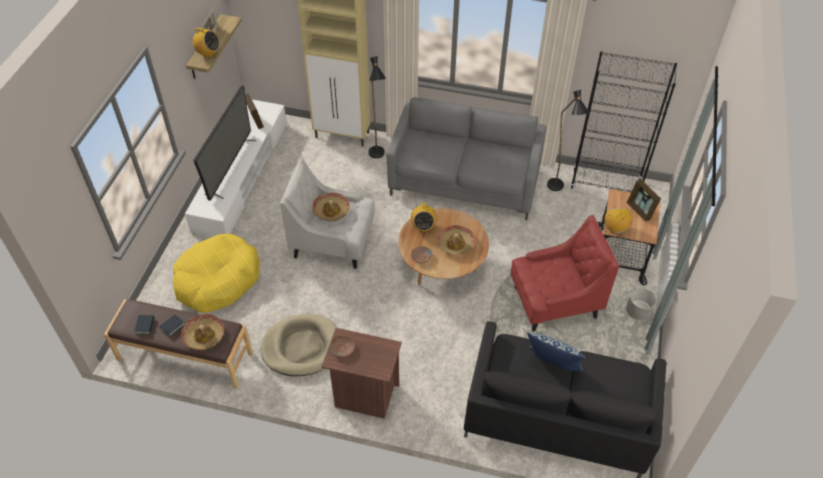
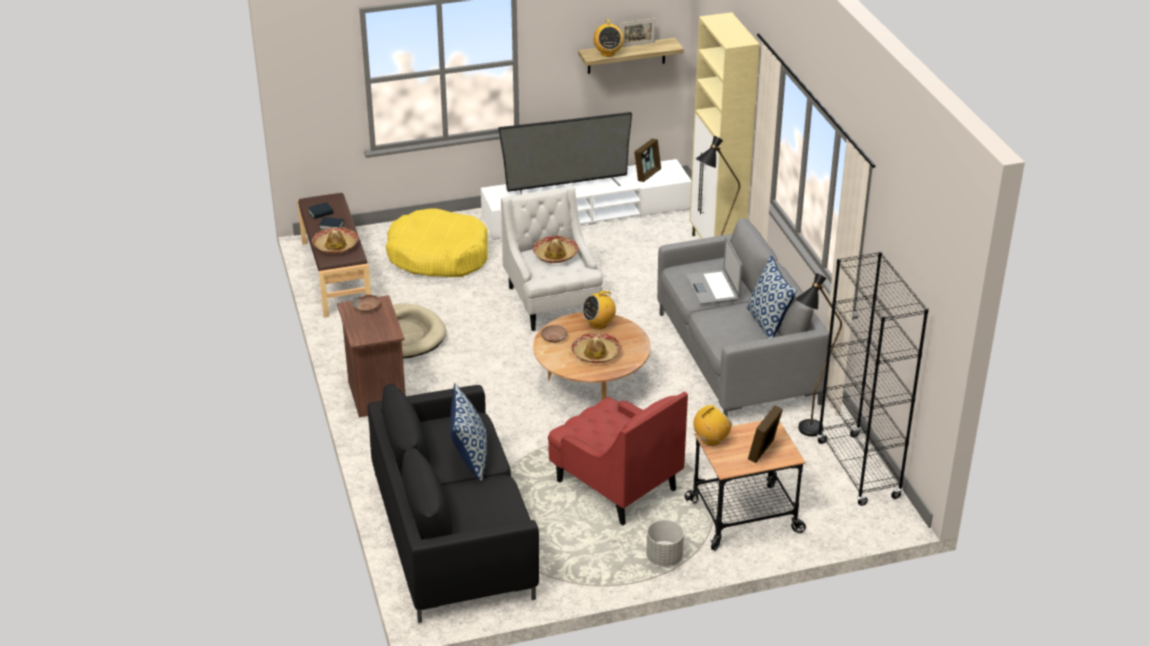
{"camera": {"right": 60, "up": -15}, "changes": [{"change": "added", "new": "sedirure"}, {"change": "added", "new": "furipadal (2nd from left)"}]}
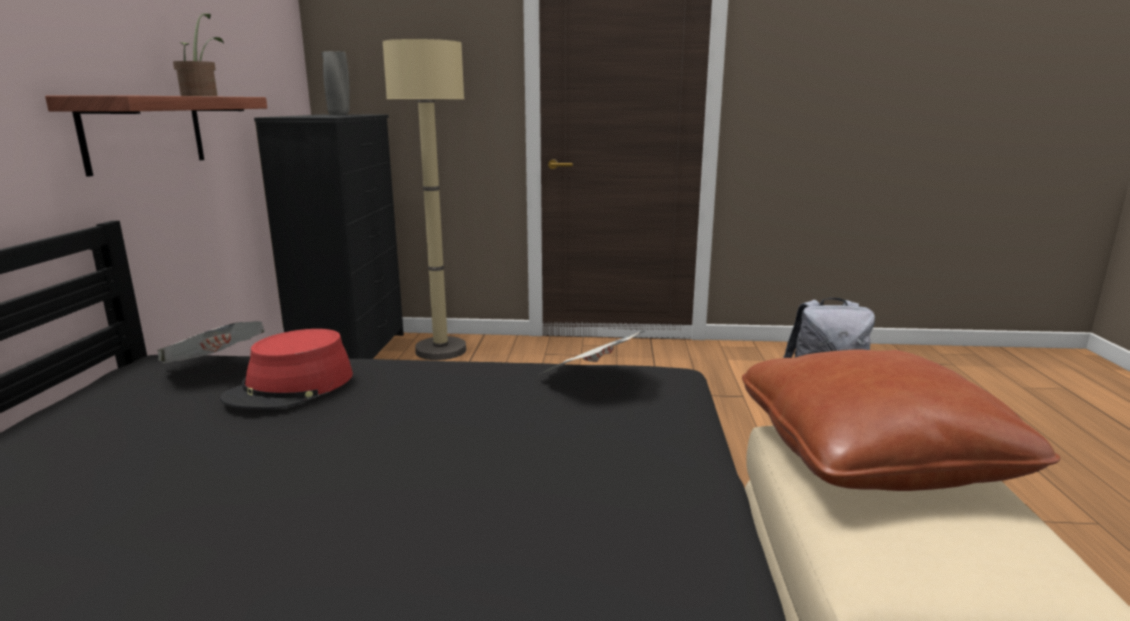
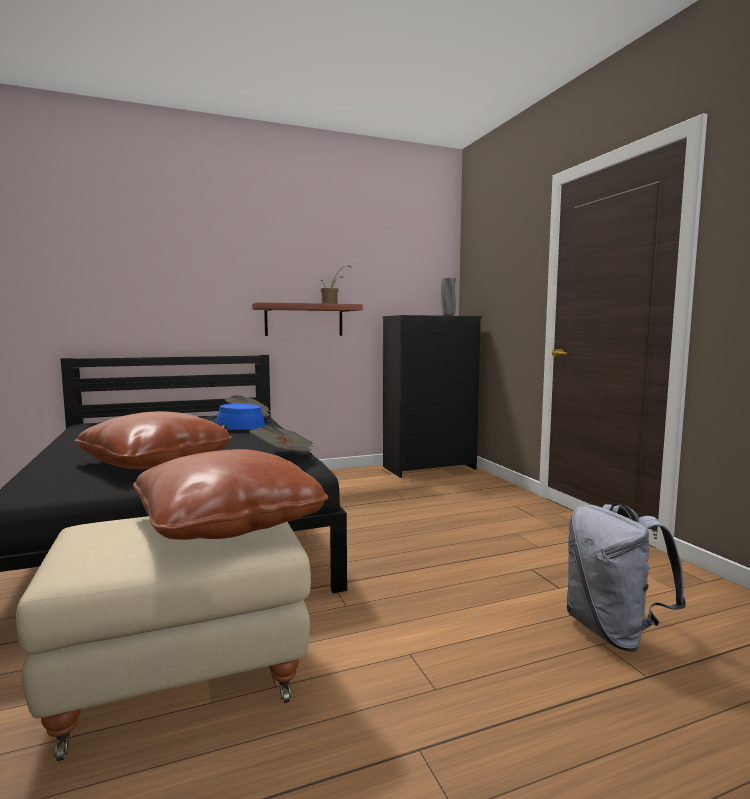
{"camera": {"right": 65, "up": -10}, "changes": [{"change": "removed", "old": "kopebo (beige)"}, {"change": "recoloured", "old": "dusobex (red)", "new": "dusobex (blue)"}, {"change": "added", "new": "furipadal (brown) (1st from left)"}]}
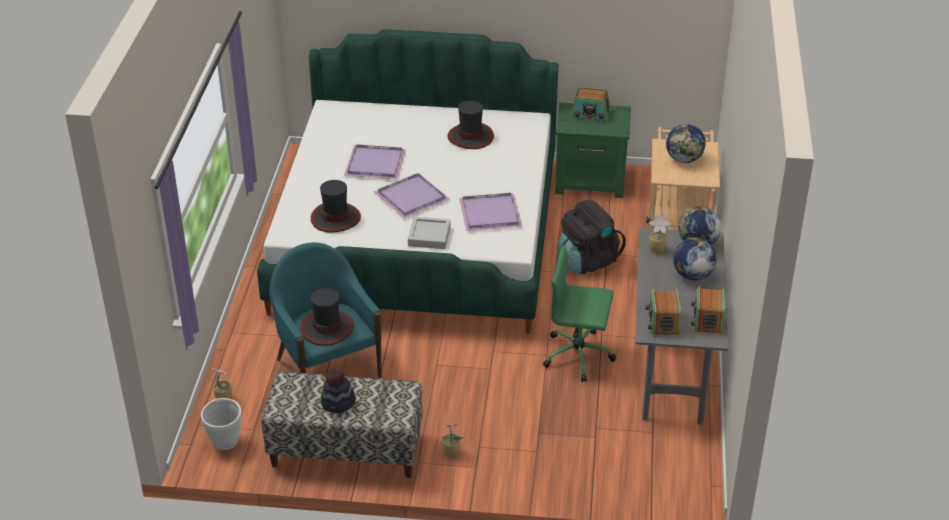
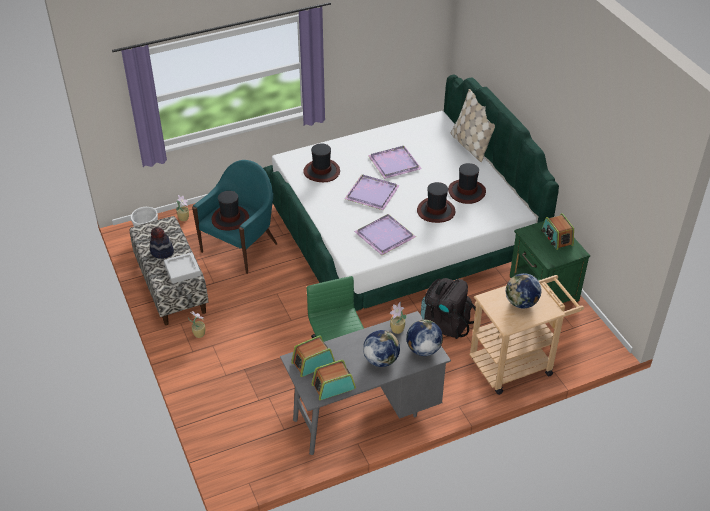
{"camera": {"right": 60, "up": 5}, "changes": [{"change": "moved", "old": "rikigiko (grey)"}, {"change": "added", "new": "furipadal (beige)"}, {"change": "added", "new": "dusobex (4th from left)"}]}
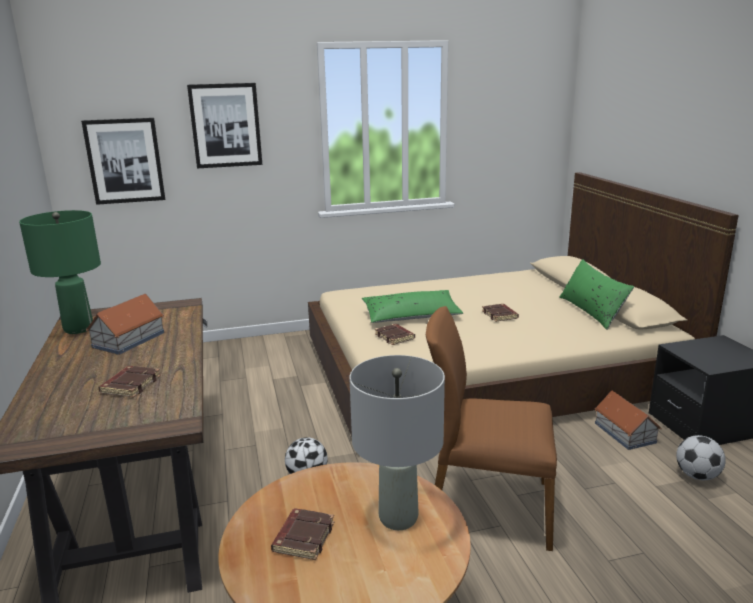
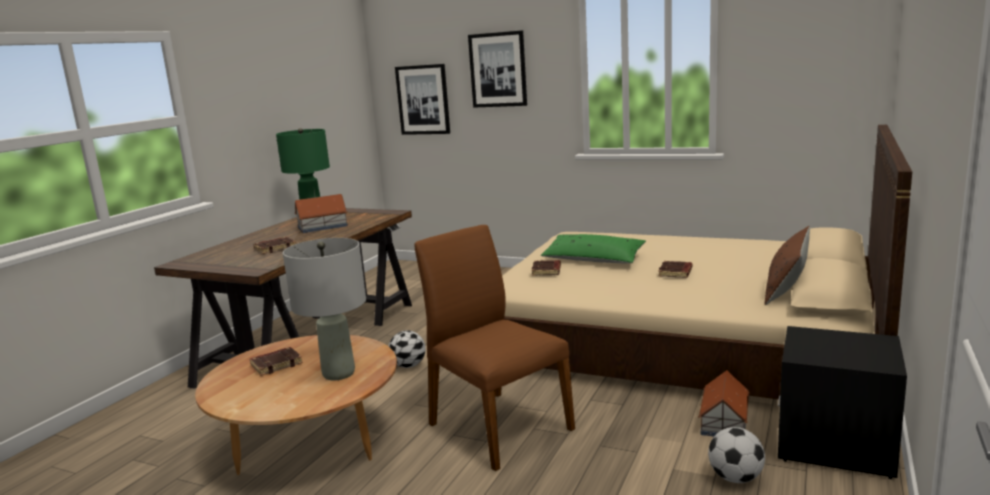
{"camera": {"right": 40, "up": -5}, "changes": [{"change": "recoloured", "old": "furipadal (green) (2nd from left)", "new": "furipadal (brown)"}]}
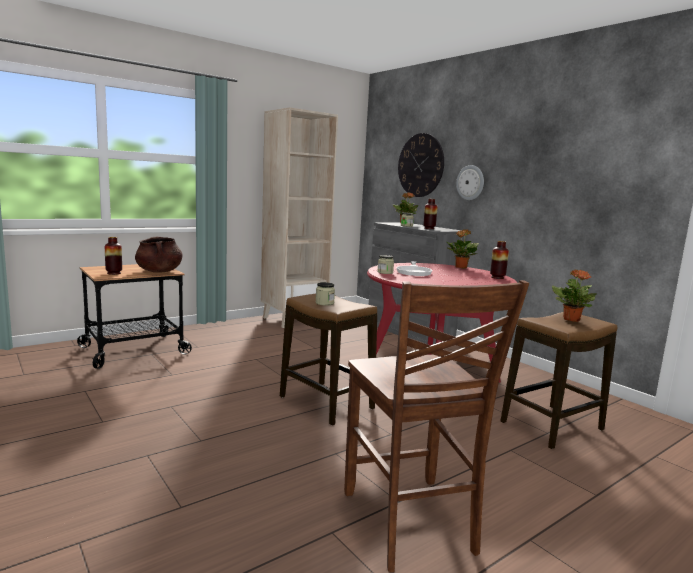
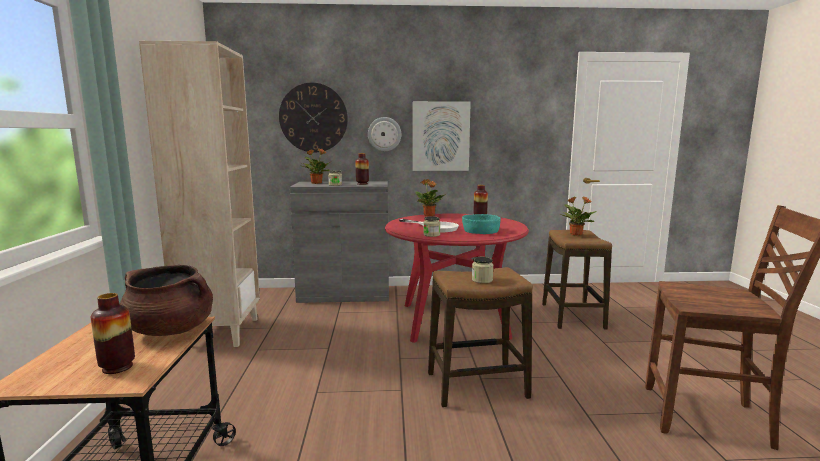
{"camera": {"right": -55, "up": 0}, "changes": [{"change": "added", "new": "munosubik"}, {"change": "added", "new": "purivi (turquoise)"}]}
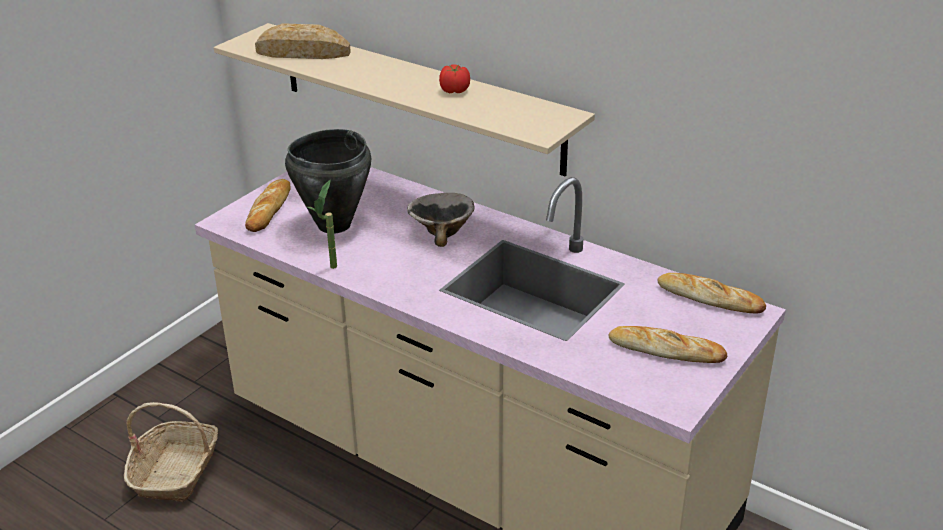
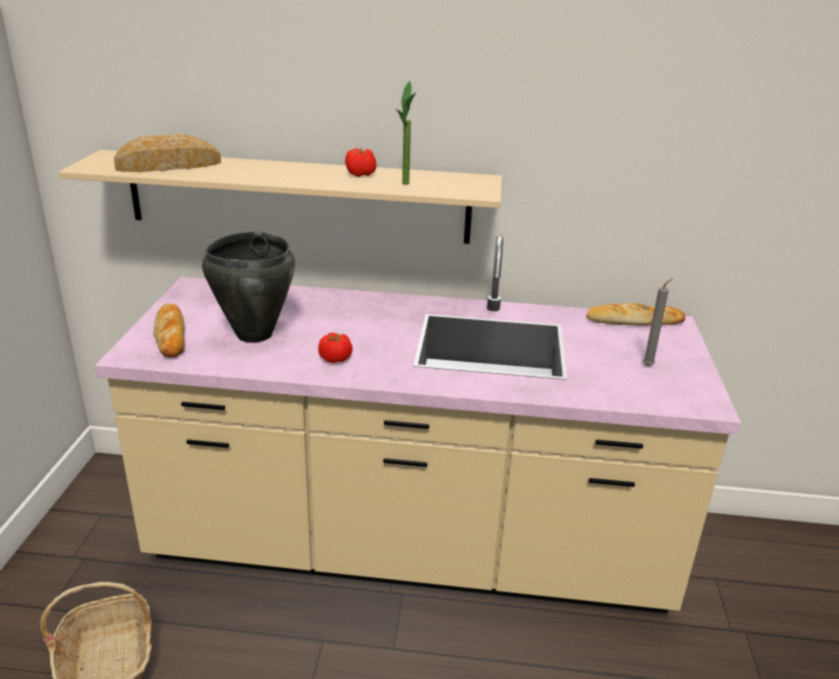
{"camera": {"right": -30, "up": -5}, "changes": [{"change": "moved", "old": "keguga"}, {"change": "removed", "old": "purivi"}, {"change": "replaced", "old": "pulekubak (3rd from left)", "new": "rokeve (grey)"}, {"change": "added", "new": "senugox (1st from left)"}]}
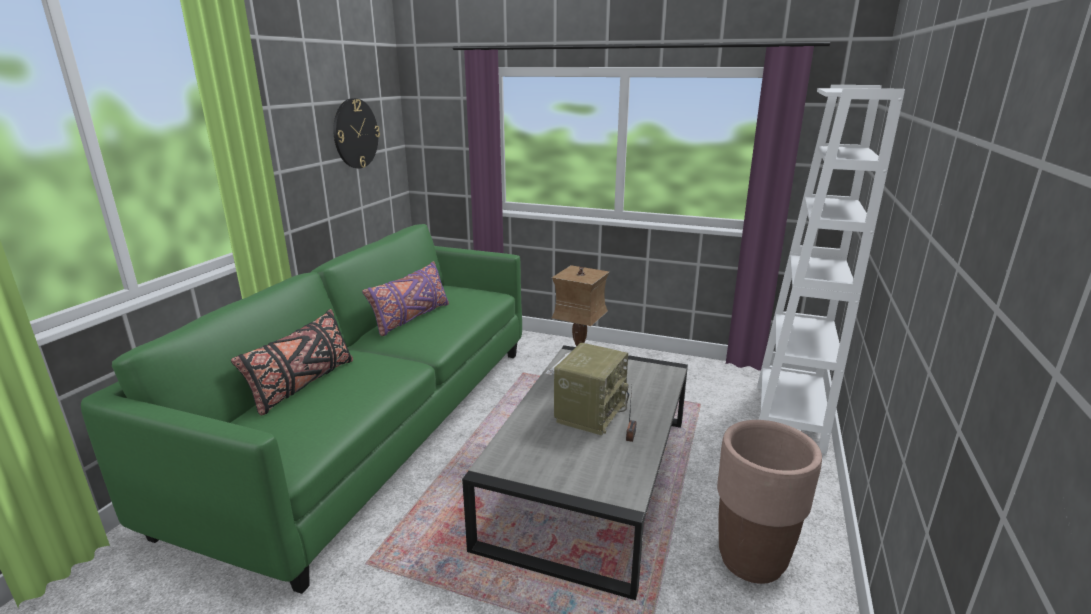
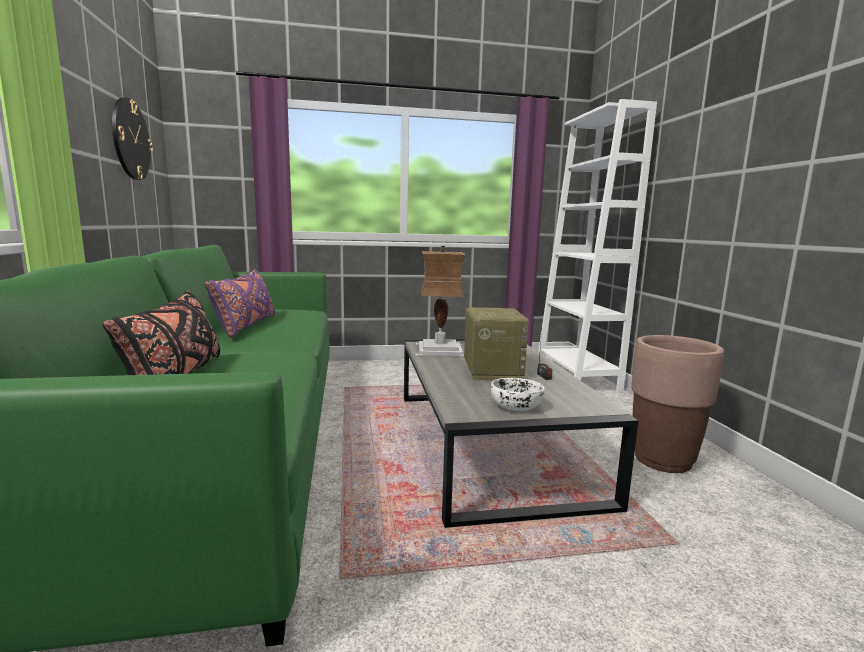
{"camera": {"right": -30, "up": -10}, "changes": [{"change": "added", "new": "purivi (white)"}]}
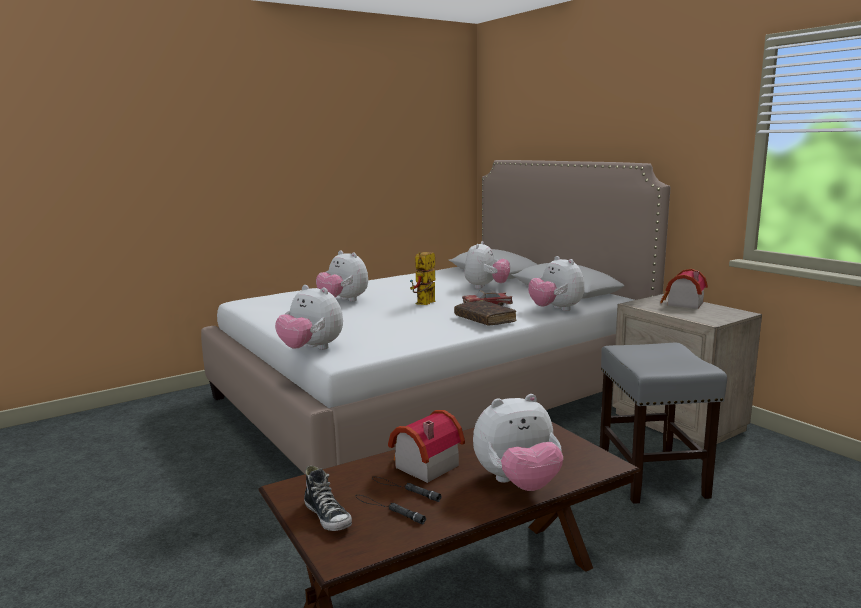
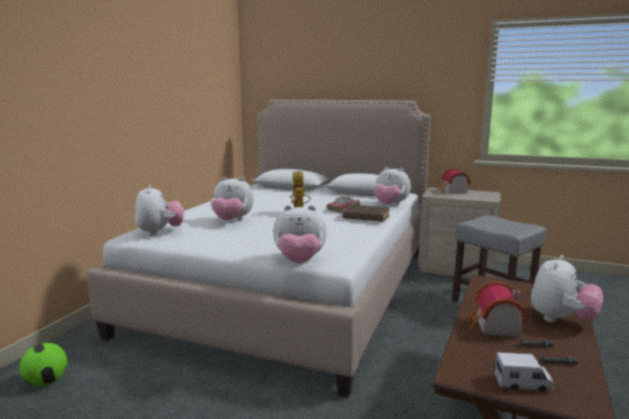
{"camera": {"right": -35, "up": 0}, "changes": [{"change": "moved", "old": "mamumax (3rd from left in the first image)", "new": "mamumax (1st from left)"}, {"change": "replaced", "old": "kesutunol", "new": "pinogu"}, {"change": "added", "new": "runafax"}]}
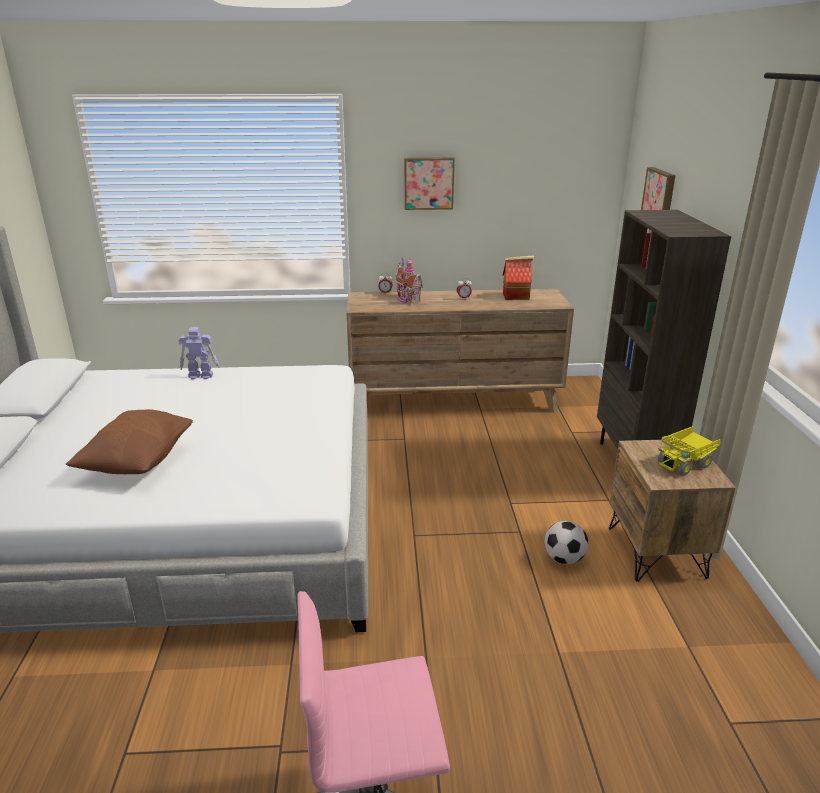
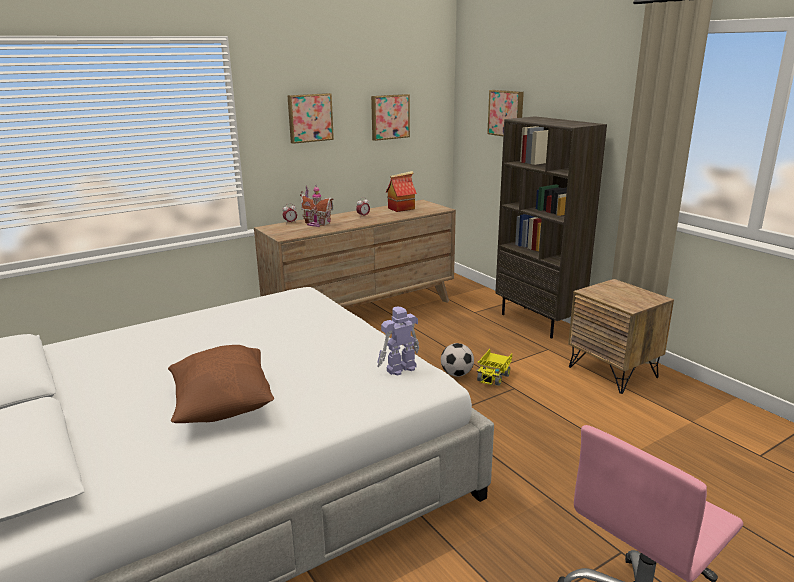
{"camera": {"right": -30, "up": -5}, "changes": [{"change": "moved", "old": "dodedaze"}, {"change": "moved", "old": "pinogu"}, {"change": "moved", "old": "runafax"}, {"change": "added", "new": "munosubik (2nd from left)"}]}
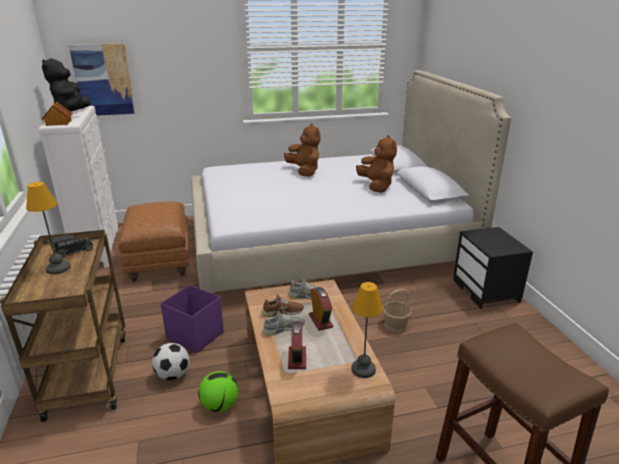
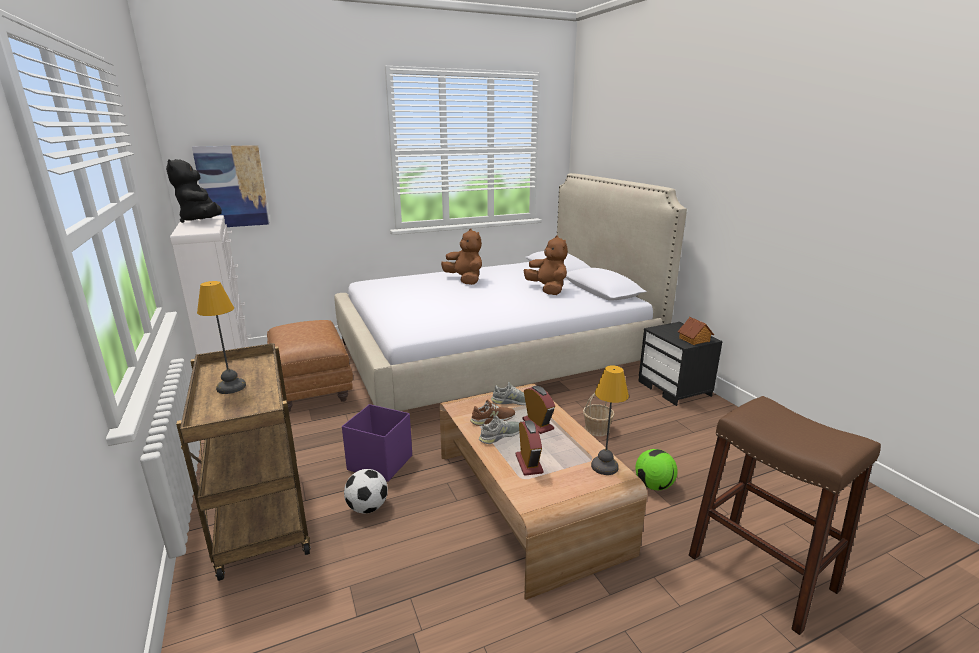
{"camera": {"right": -10, "up": -5}, "changes": [{"change": "moved", "old": "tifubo"}, {"change": "removed", "old": "pinogu"}, {"change": "moved", "old": "runafax (2nd from left)"}]}
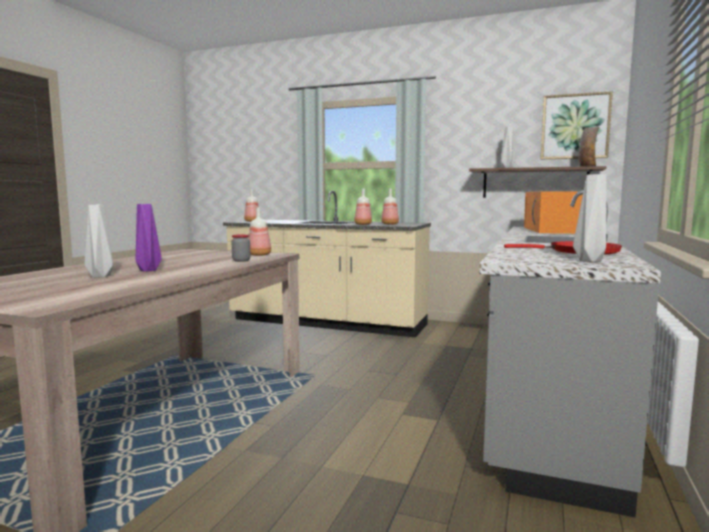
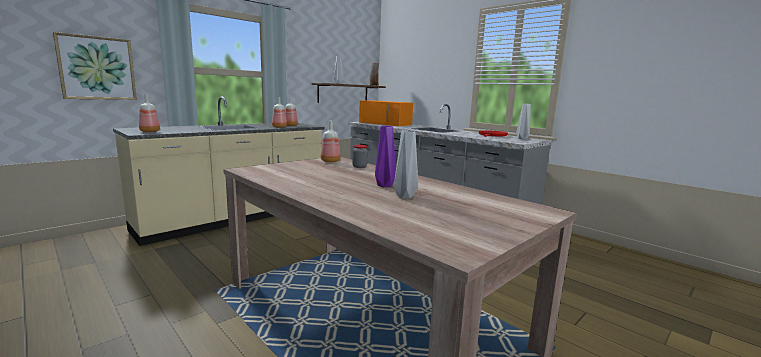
{"camera": {"right": -65, "up": 5}, "changes": [{"change": "moved", "old": "munosubik"}]}
